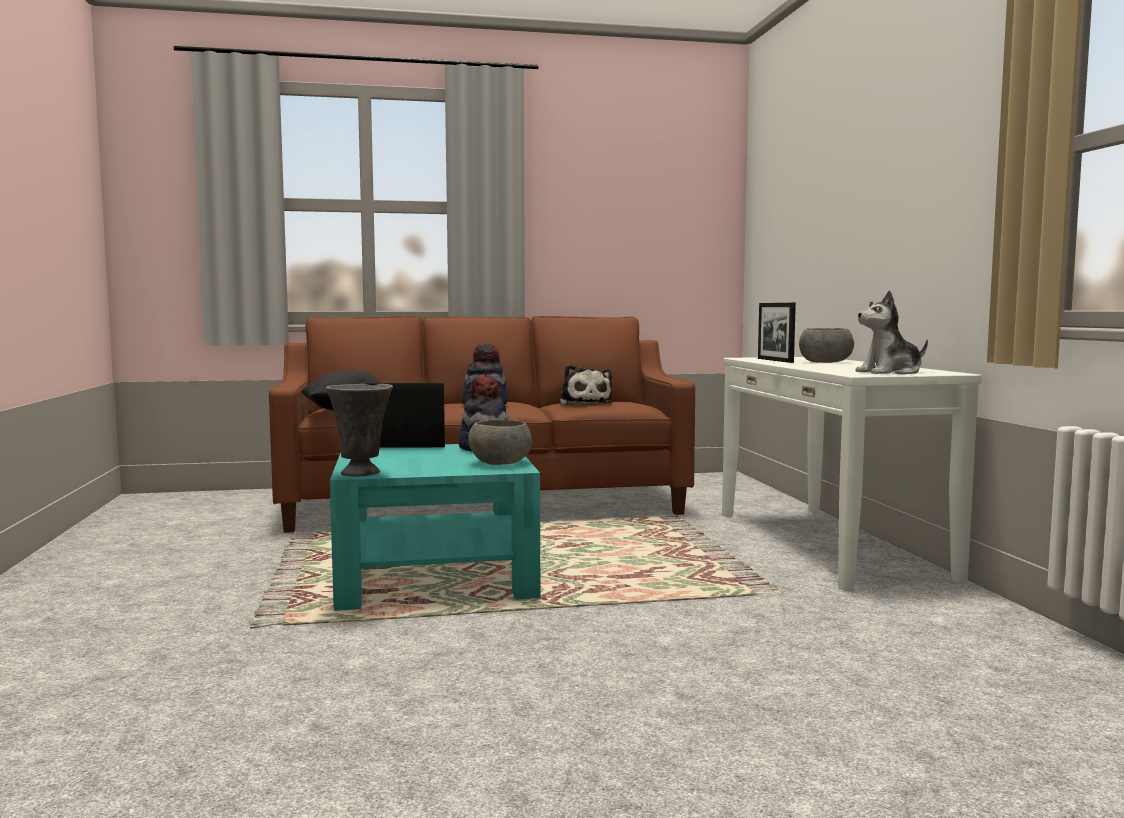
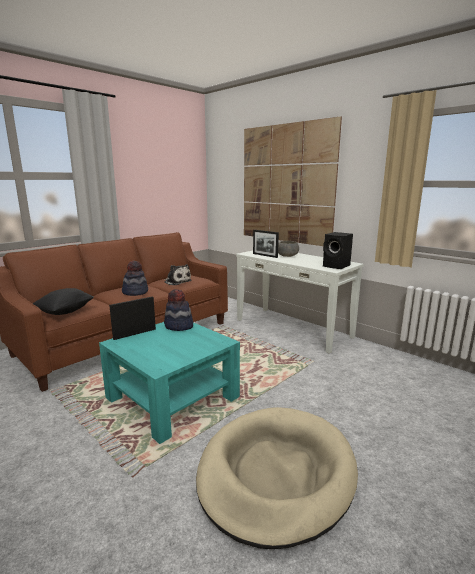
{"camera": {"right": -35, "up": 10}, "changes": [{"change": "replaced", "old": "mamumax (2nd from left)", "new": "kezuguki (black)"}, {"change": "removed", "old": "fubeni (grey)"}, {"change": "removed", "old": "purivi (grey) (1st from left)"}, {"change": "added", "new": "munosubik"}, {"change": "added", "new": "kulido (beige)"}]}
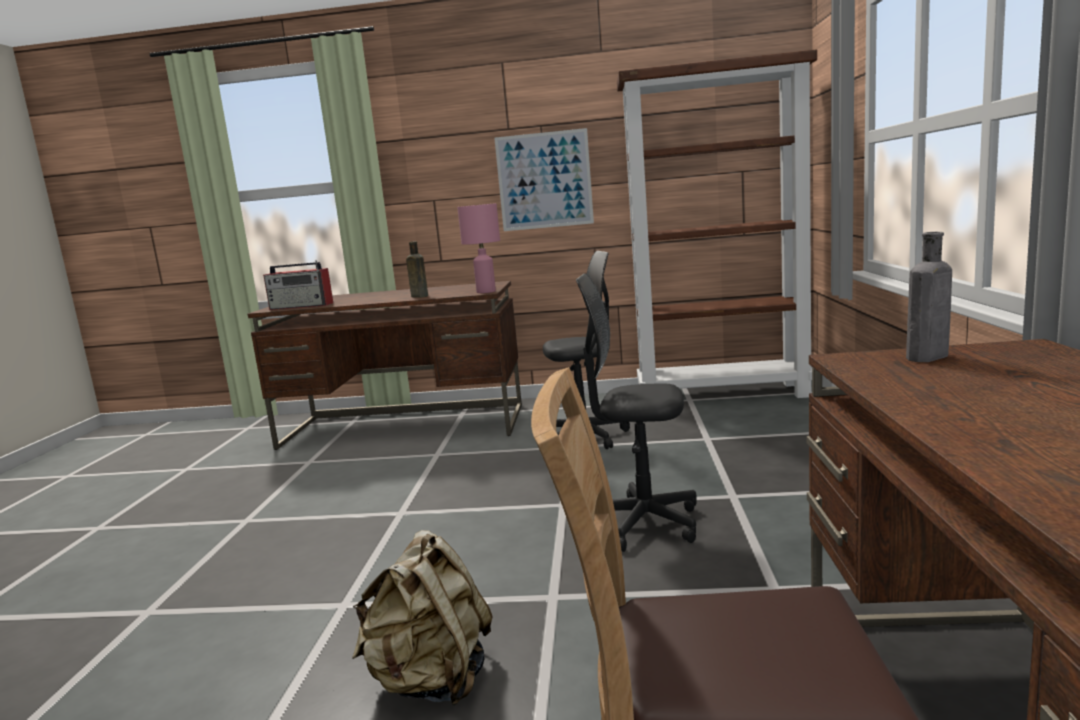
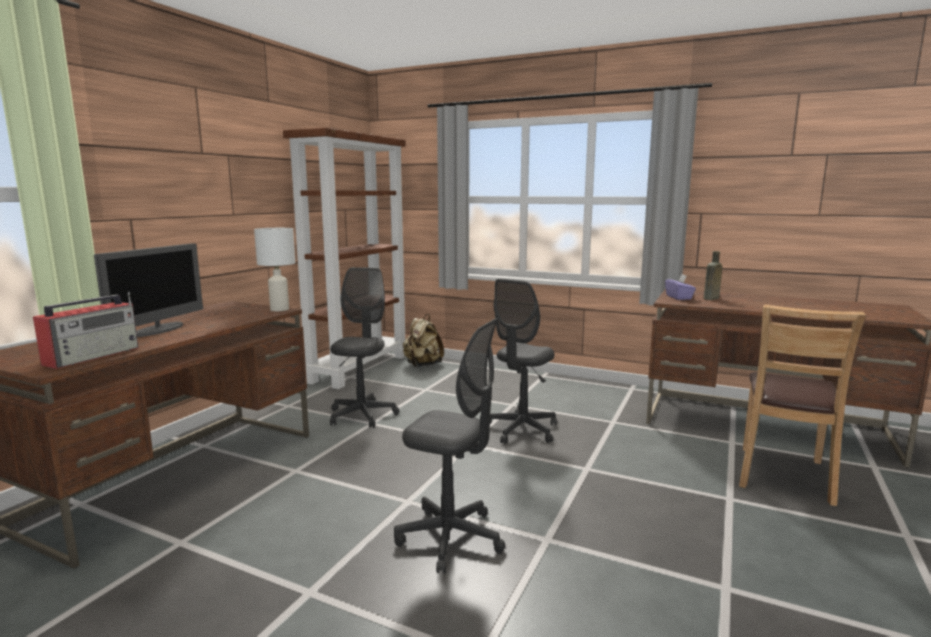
{"camera": {"right": -70, "up": 0}, "changes": [{"change": "removed", "old": "munosubik"}, {"change": "recoloured", "old": "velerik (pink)", "new": "velerik (white)"}, {"change": "replaced", "old": "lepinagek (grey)", "new": "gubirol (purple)"}, {"change": "moved", "old": "lepinagek (brown)"}, {"change": "moved", "old": "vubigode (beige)"}, {"change": "added", "new": "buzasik"}, {"change": "added", "new": "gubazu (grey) (2nd from left)"}]}
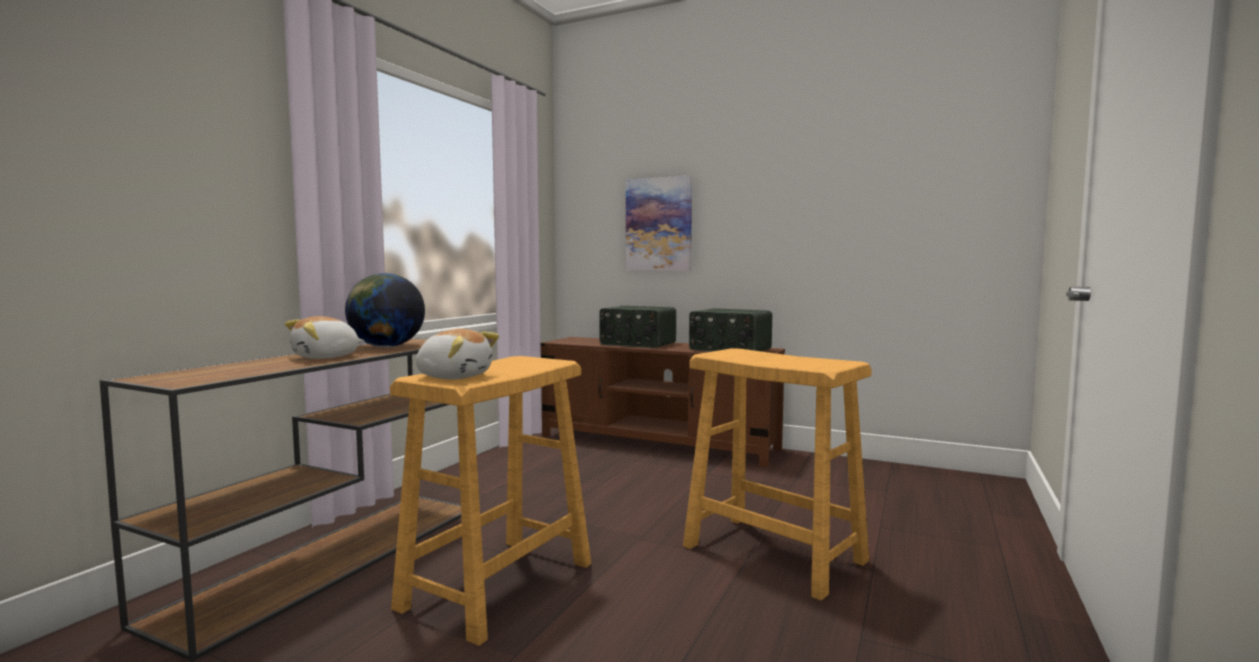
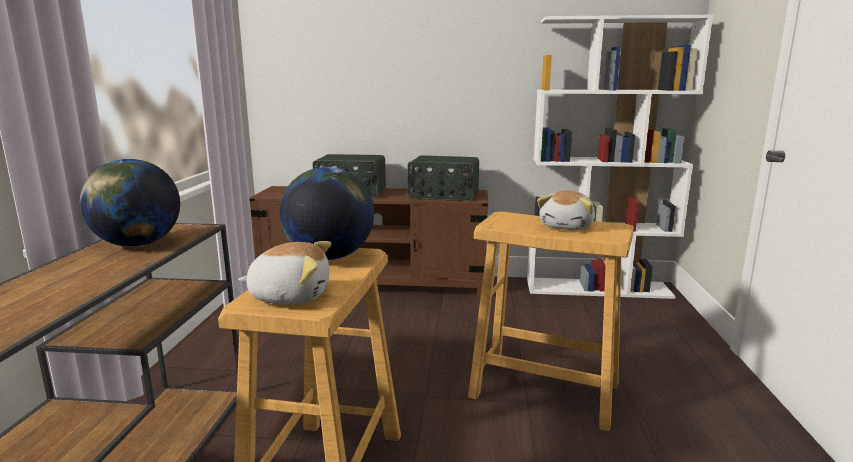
{"camera": {"right": -20, "up": 10}, "changes": [{"change": "removed", "old": "munosubik"}, {"change": "moved", "old": "mamumax (1st from left in the first image)", "new": "mamumax (2nd from left)"}, {"change": "added", "new": "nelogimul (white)"}, {"change": "added", "new": "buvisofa (2nd from left)"}]}
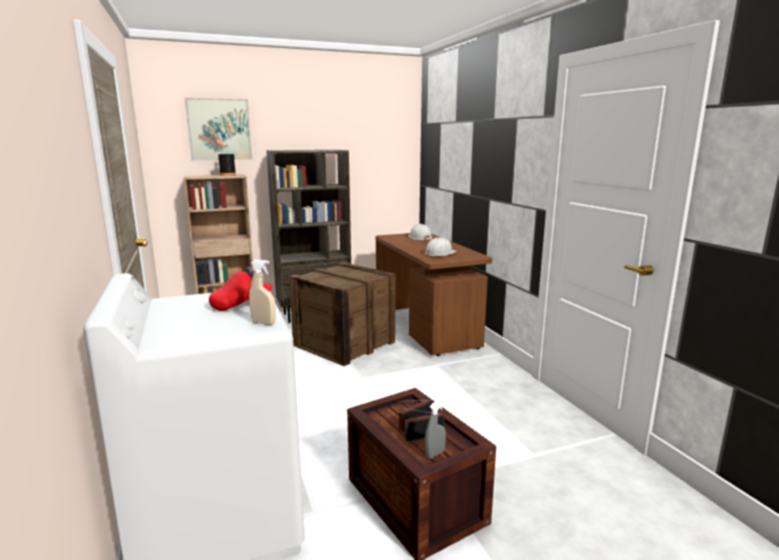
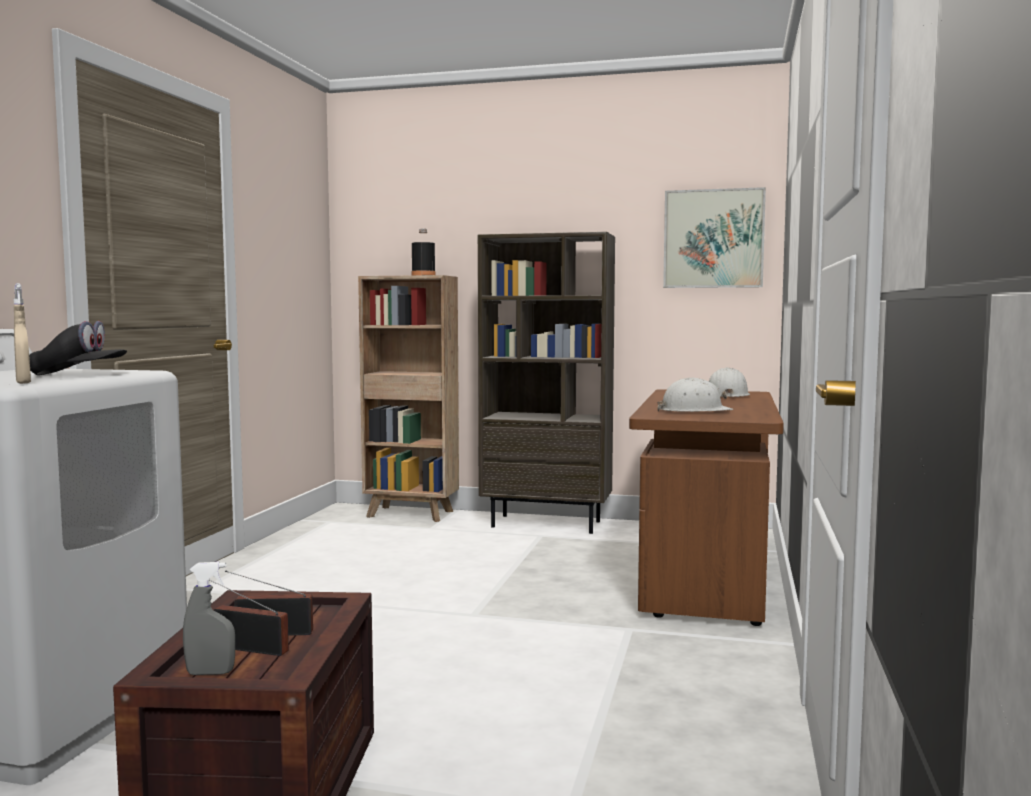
{"camera": {"right": 35, "up": -10}, "changes": [{"change": "moved", "old": "munosubik"}, {"change": "removed", "old": "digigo (1st from left)"}, {"change": "recoloured", "old": "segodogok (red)", "new": "segodogok (black)"}]}
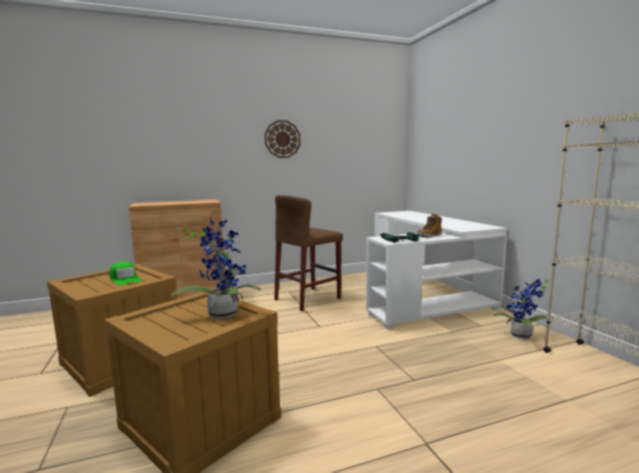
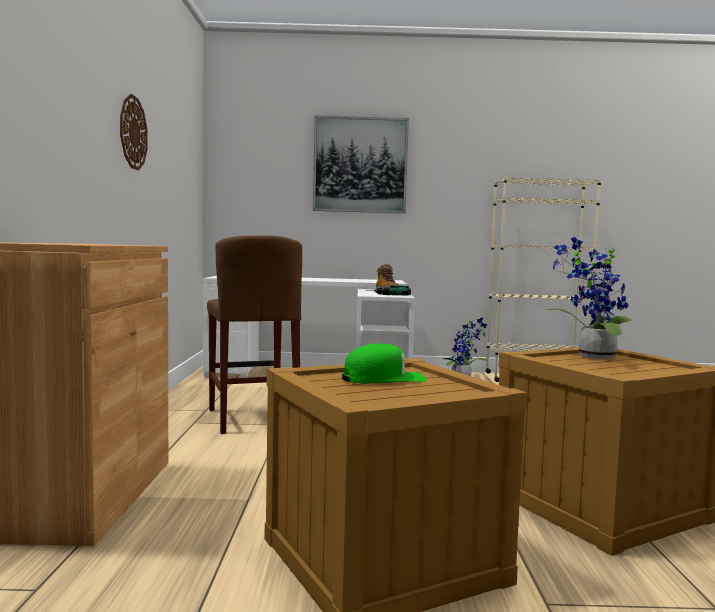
{"camera": {"right": -70, "up": -5}, "changes": [{"change": "added", "new": "munosubik"}]}
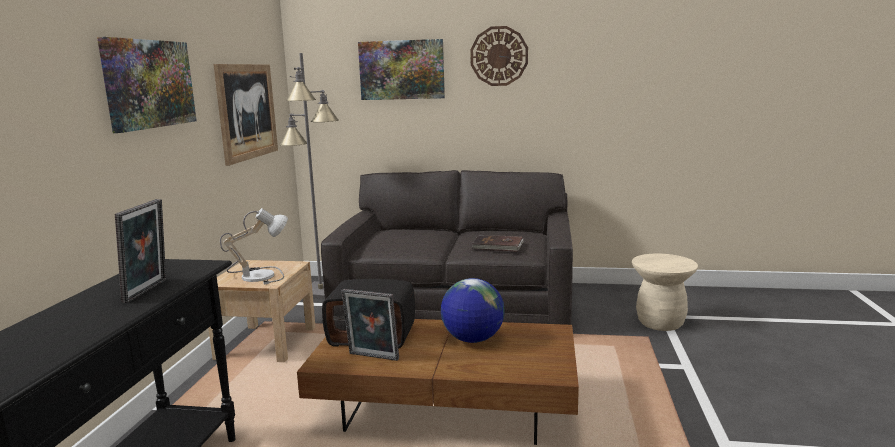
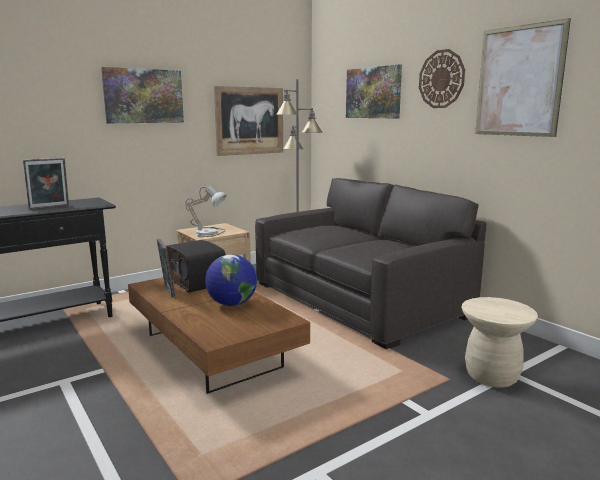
{"camera": {"right": 45, "up": 0}, "changes": [{"change": "removed", "old": "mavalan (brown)"}, {"change": "added", "new": "munosubik (4th from left)"}]}
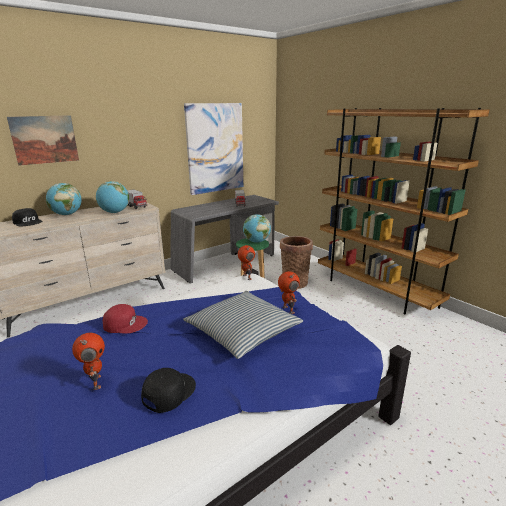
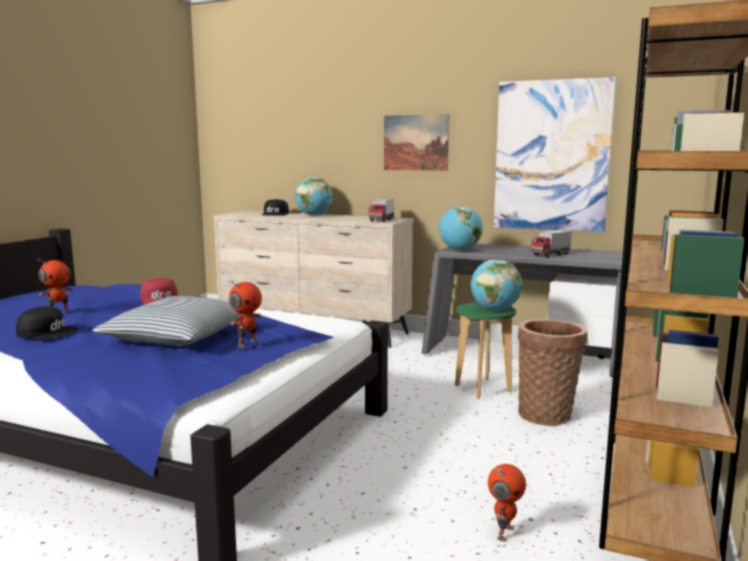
{"camera": {"right": 60, "up": -10}, "changes": [{"change": "moved", "old": "munosubik (1st from left)"}, {"change": "moved", "old": "buvisofa (2nd from left)"}, {"change": "moved", "old": "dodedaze (2nd from left in the first image)", "new": "dodedaze (3rd from left)"}]}
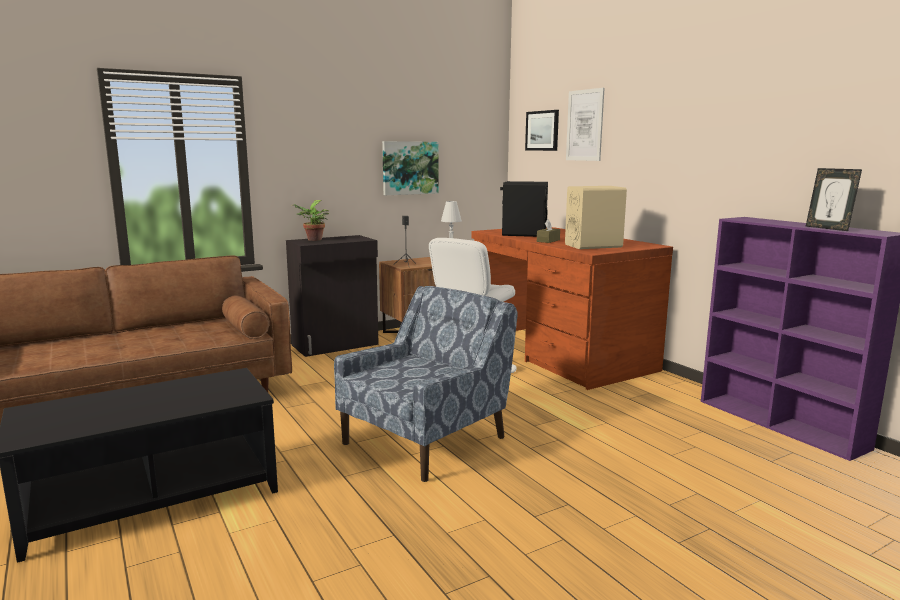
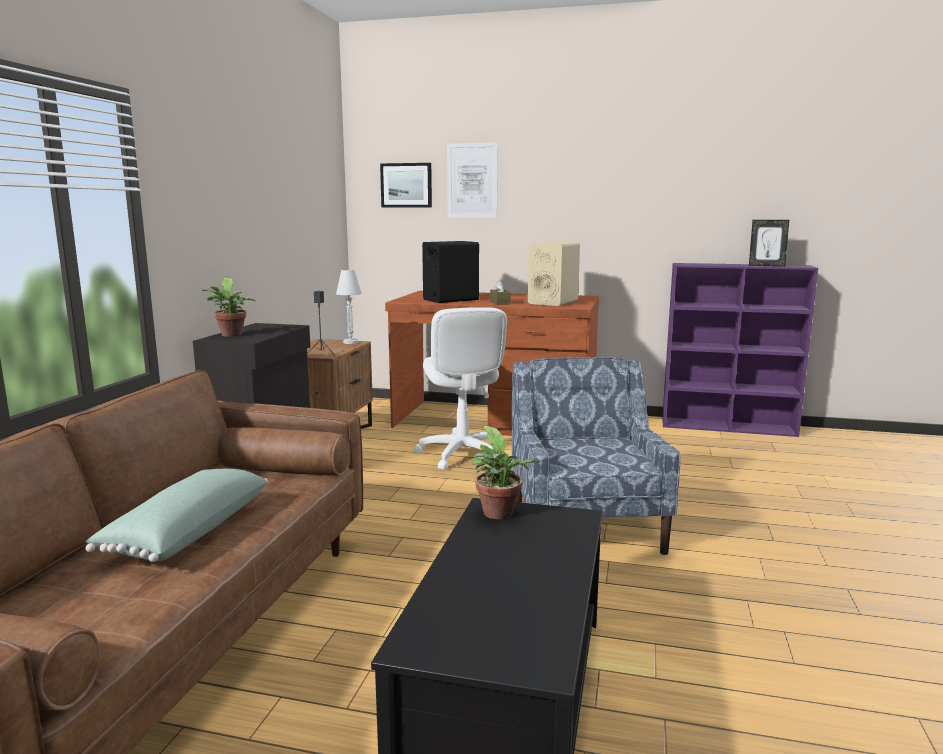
{"camera": {"right": -45, "up": 0}, "changes": [{"change": "removed", "old": "munosubik (1st from left)"}, {"change": "added", "new": "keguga (2nd from left)"}, {"change": "added", "new": "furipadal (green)"}]}
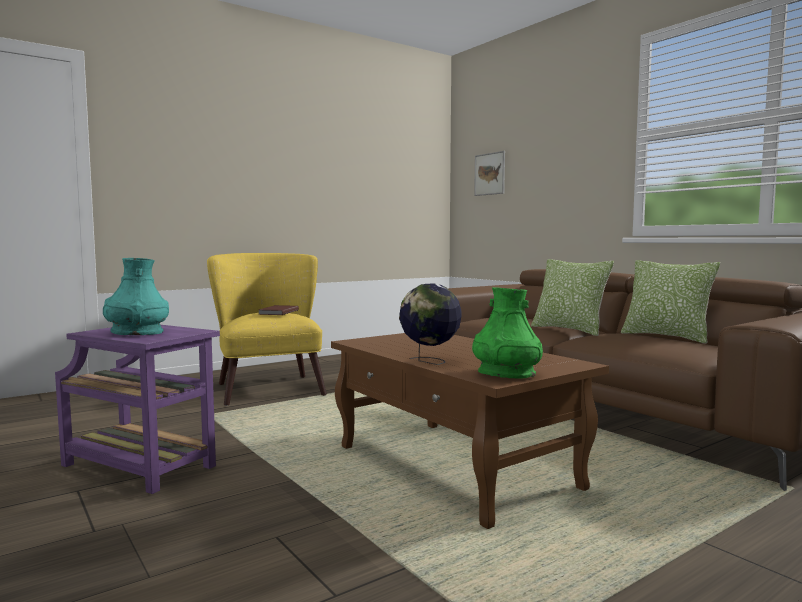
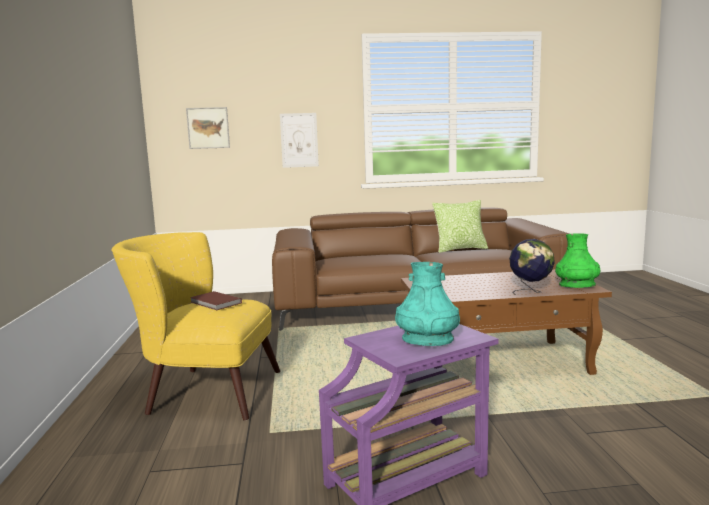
{"camera": {"right": -60, "up": 5}, "changes": [{"change": "removed", "old": "furipadal (1st from left)"}, {"change": "added", "new": "munosubik (2nd from left)"}]}
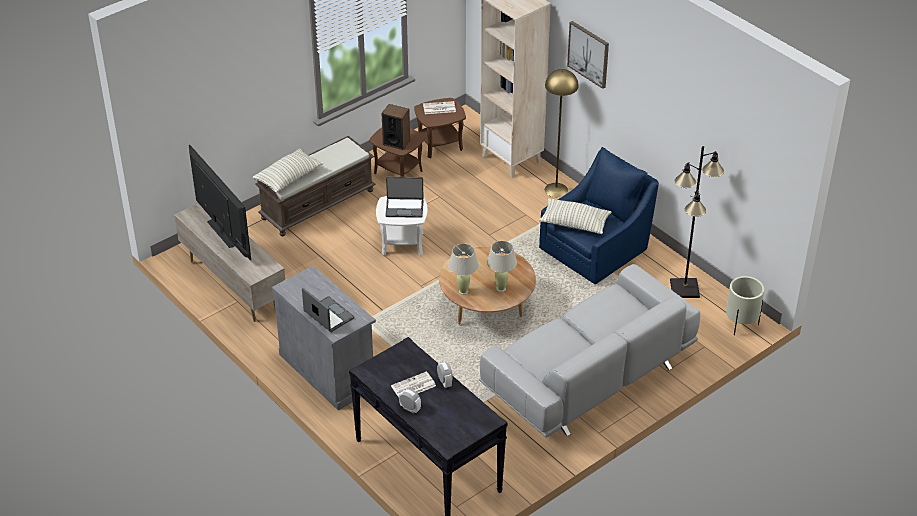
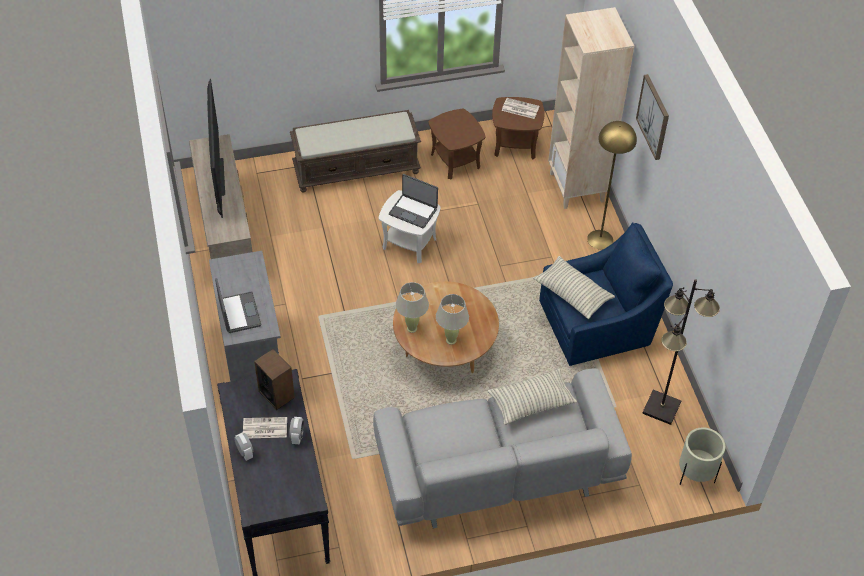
{"camera": {"right": 25, "up": 10}, "changes": [{"change": "moved", "old": "kezuguki"}, {"change": "moved", "old": "furipadal (1st from left)"}]}
